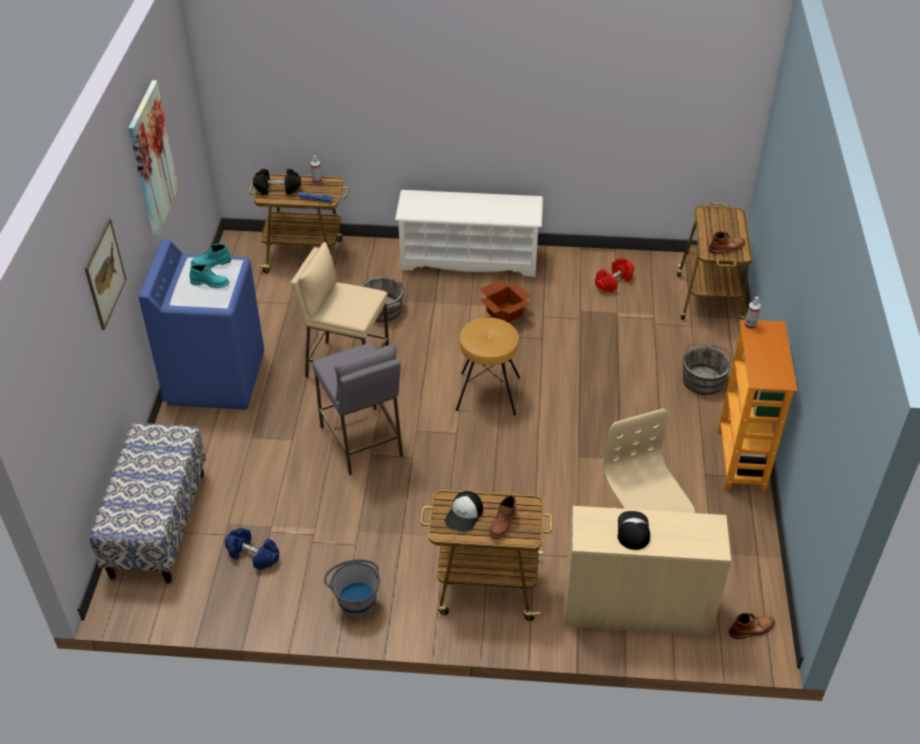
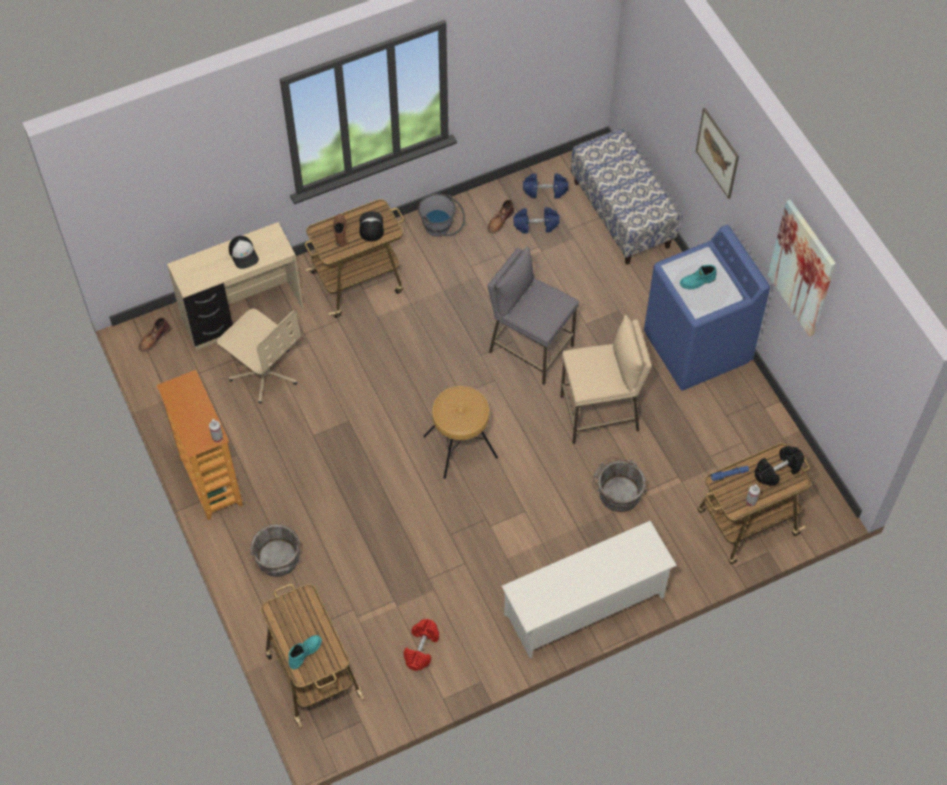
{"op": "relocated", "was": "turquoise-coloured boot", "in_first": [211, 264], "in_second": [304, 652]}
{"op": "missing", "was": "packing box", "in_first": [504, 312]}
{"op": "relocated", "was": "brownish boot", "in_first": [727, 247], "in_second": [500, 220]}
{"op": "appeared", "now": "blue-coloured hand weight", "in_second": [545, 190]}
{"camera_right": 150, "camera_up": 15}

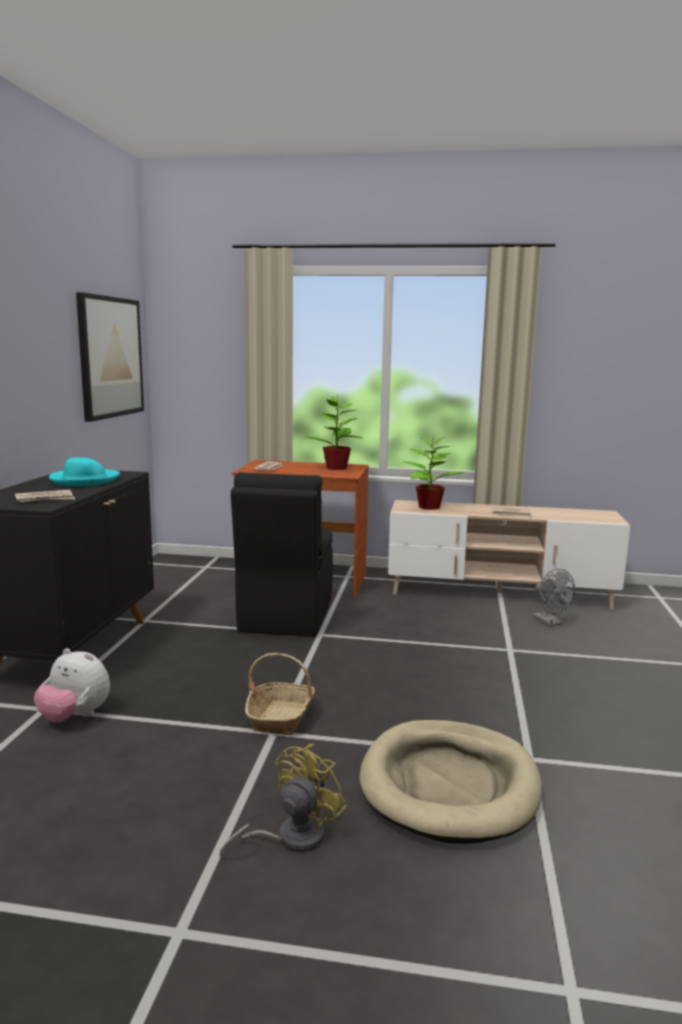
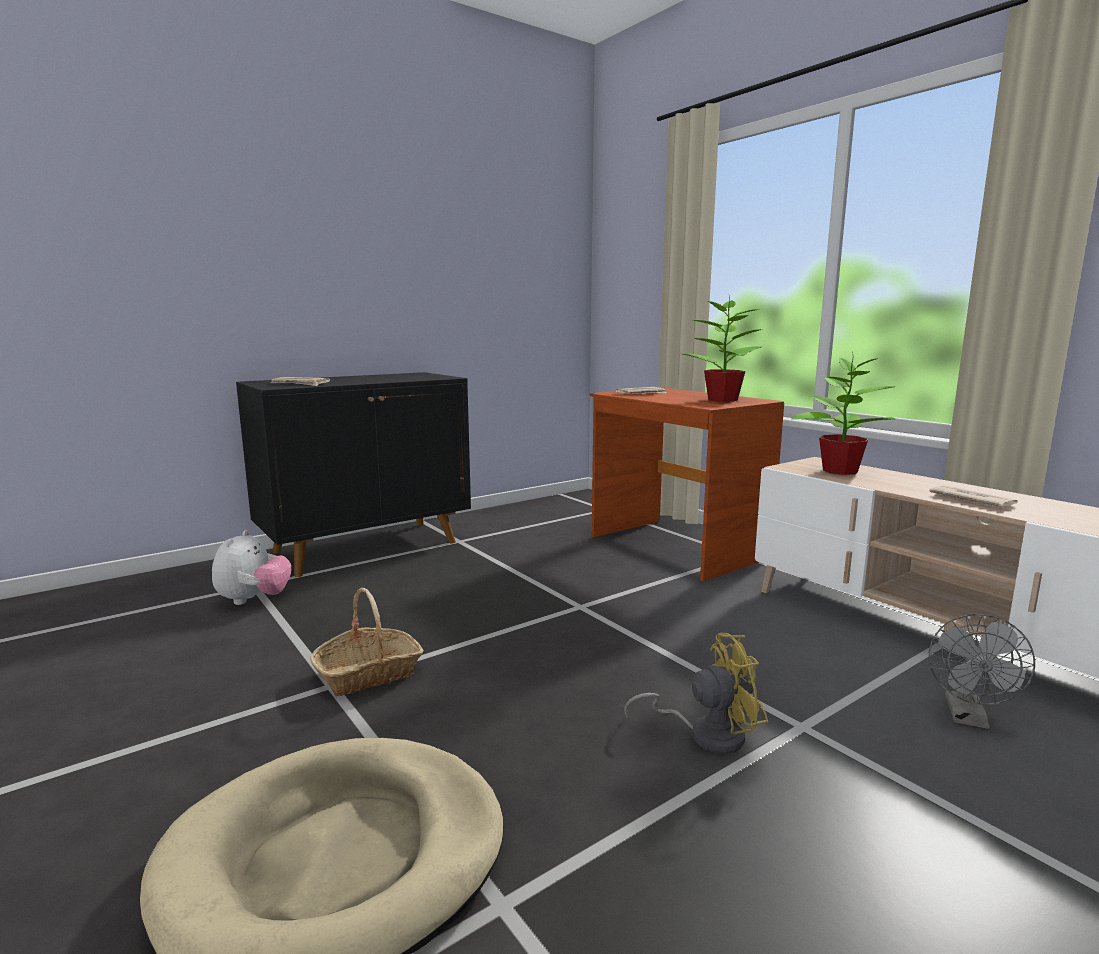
{"op": "spun", "was": "cuddly toy", "in_first": [75, 717], "in_second": [254, 600], "clockwise": -150}
{"op": "missing", "was": "turquoise-coloured clothing hat", "in_first": [84, 480]}
{"op": "missing", "was": "wall art", "in_first": [110, 357]}
{"op": "relocated", "was": "yellow-coloured cooling fan", "in_first": [290, 838], "in_second": [706, 734]}
{"op": "missing", "was": "black chair", "in_first": [285, 617]}
{"camera_right": 45, "camera_up": 0}

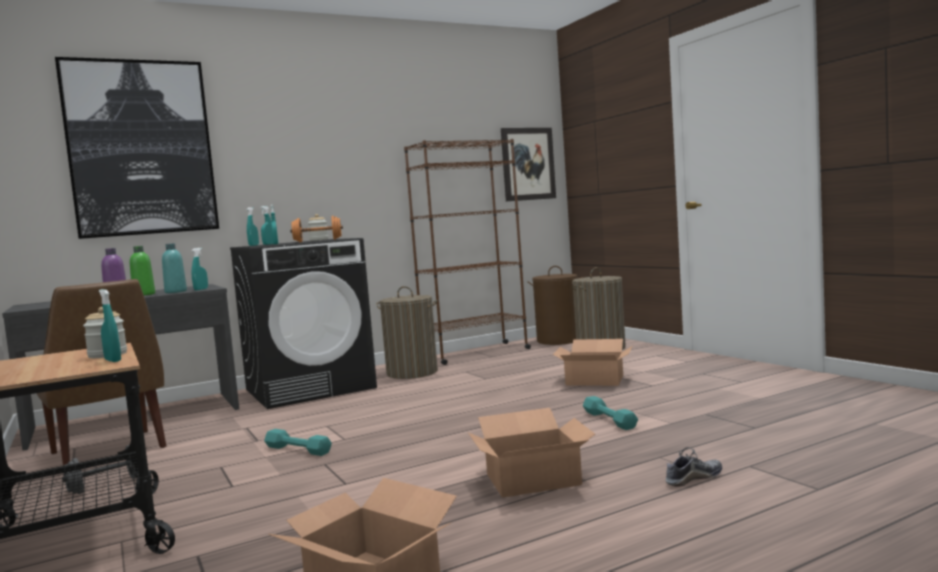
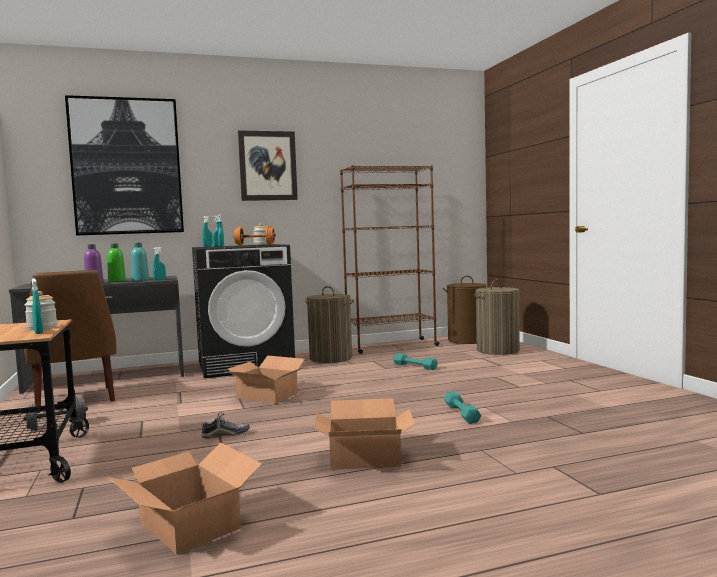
{"op": "relocated", "was": "turquoise-coloured hand weight", "in_first": [298, 450], "in_second": [415, 366]}
{"op": "relocated", "was": "wall art", "in_first": [528, 164], "in_second": [268, 166]}
{"op": "relocated", "was": "packing box", "in_first": [594, 380], "in_second": [267, 395]}
{"op": "relocated", "was": "shoe", "in_first": [693, 478], "in_second": [225, 435]}
{"camera_right": 10, "camera_up": 0}

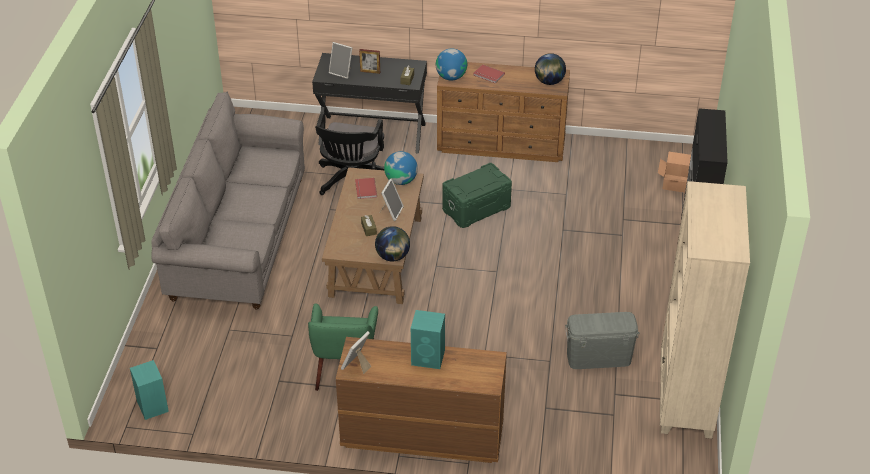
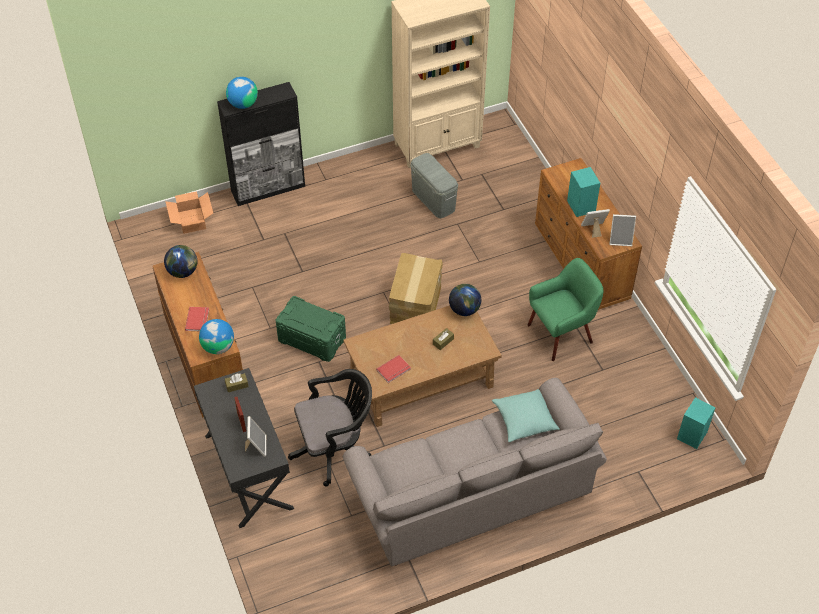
{"op": "relocated", "was": "photo frame", "in_first": [391, 212], "in_second": [593, 229]}
{"op": "relocated", "was": "world globe", "in_first": [401, 180], "in_second": [243, 104]}
{"op": "appeared", "now": "packing box", "in_second": [415, 304]}
{"op": "appeared", "now": "turquoise-coloured pillow", "in_second": [524, 420]}
{"camera_right": -120, "camera_up": 10}

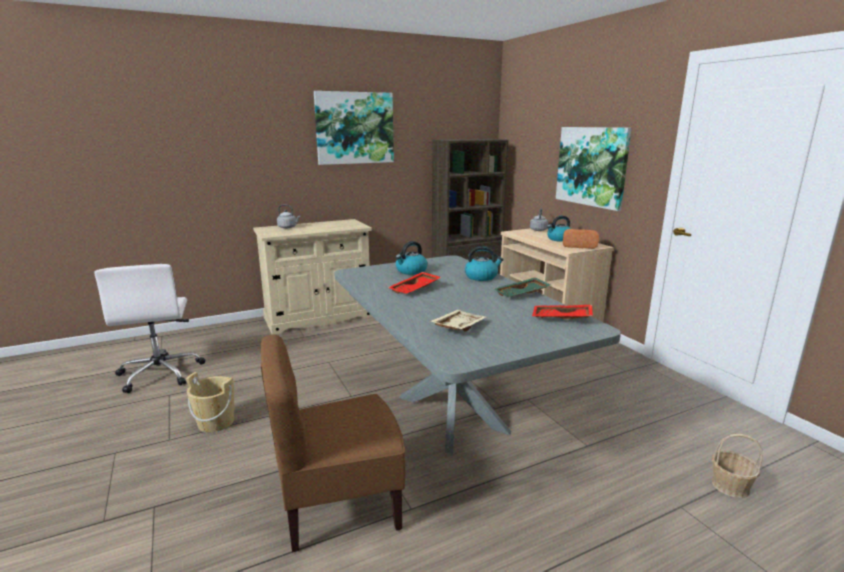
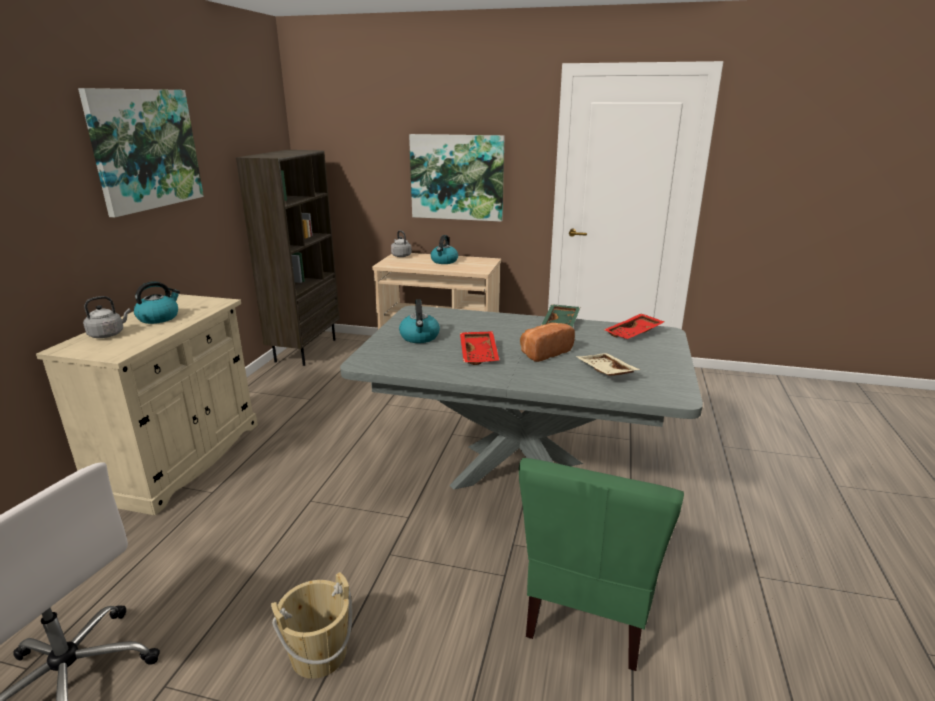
{"op": "colour", "was": "brownish chair", "now": "greenish chair", "in_first": [339, 505], "in_second": [590, 609]}
{"op": "relocated", "was": "tea kettle", "in_first": [481, 277], "in_second": [159, 318]}
{"op": "relocated", "was": "baked bread", "in_first": [579, 246], "in_second": [543, 352]}
{"op": "missing", "was": "storage basket", "in_first": [729, 485]}
{"camera_right": -50, "camera_up": 5}

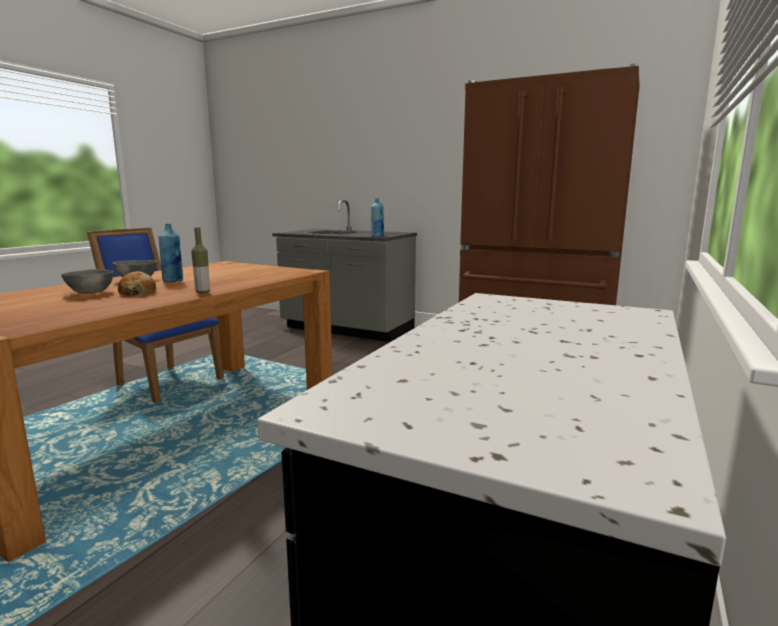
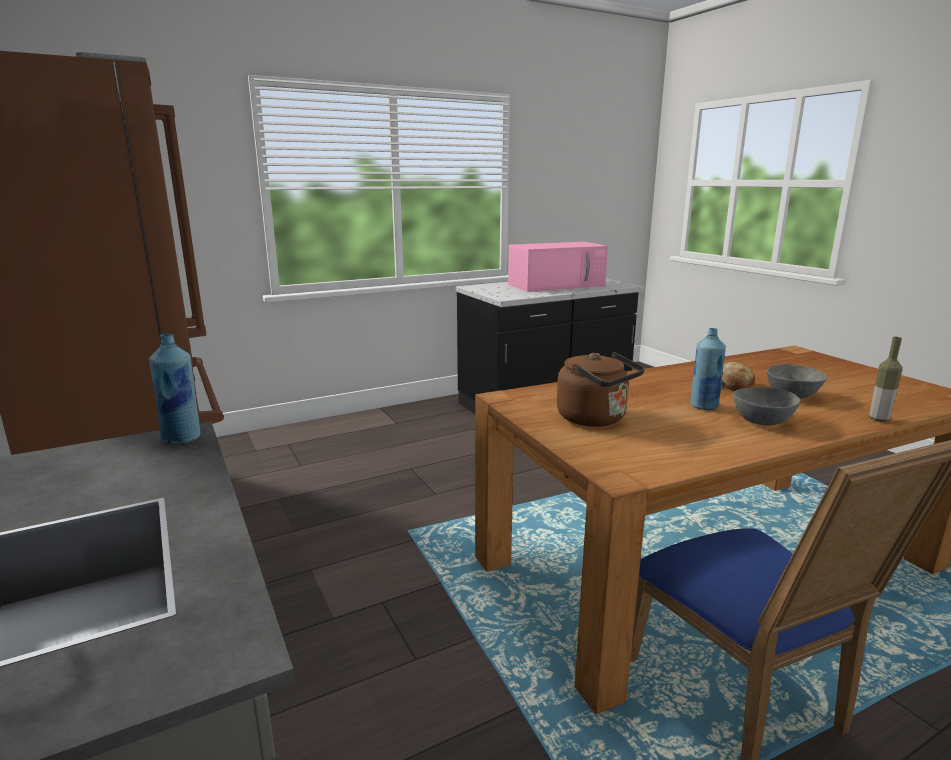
{"op": "relocated", "was": "beverage bottle", "in_first": [203, 292], "in_second": [878, 419]}
{"op": "appeared", "now": "pink microwave oven", "in_second": [557, 285]}
{"op": "appeared", "now": "brownish tea kettle", "in_second": [595, 419]}
{"camera_right": -145, "camera_up": 5}

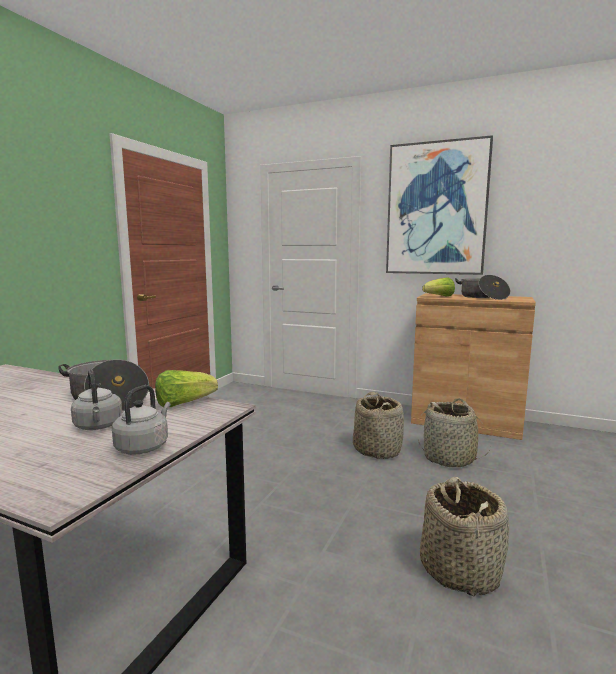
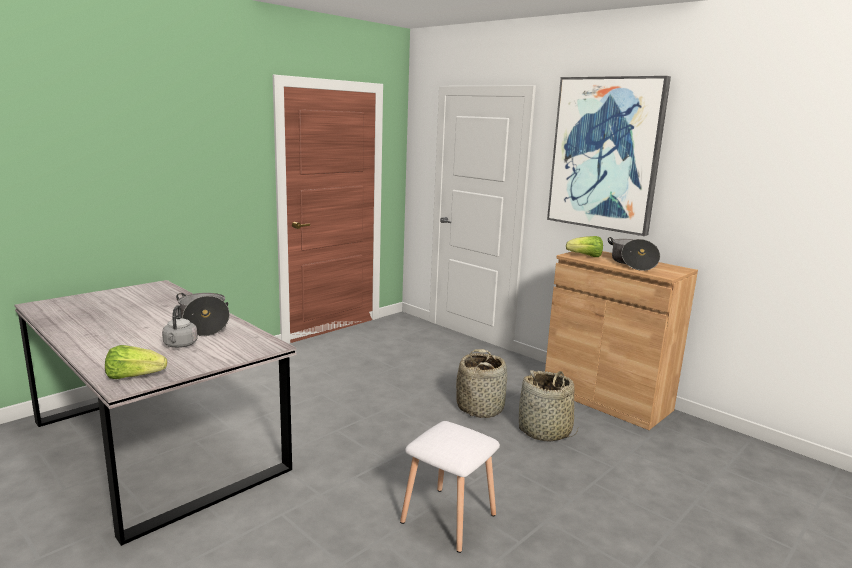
{"op": "missing", "was": "grey tea kettle", "in_first": [144, 446]}
{"op": "relocated", "was": "head of lettuce", "in_first": [183, 403], "in_second": [134, 376]}
{"op": "exchanged", "was": "storage basket", "now": "white-coloured stool", "in_first": [460, 569], "in_second": [450, 518]}
{"camera_right": 20, "camera_up": 5}

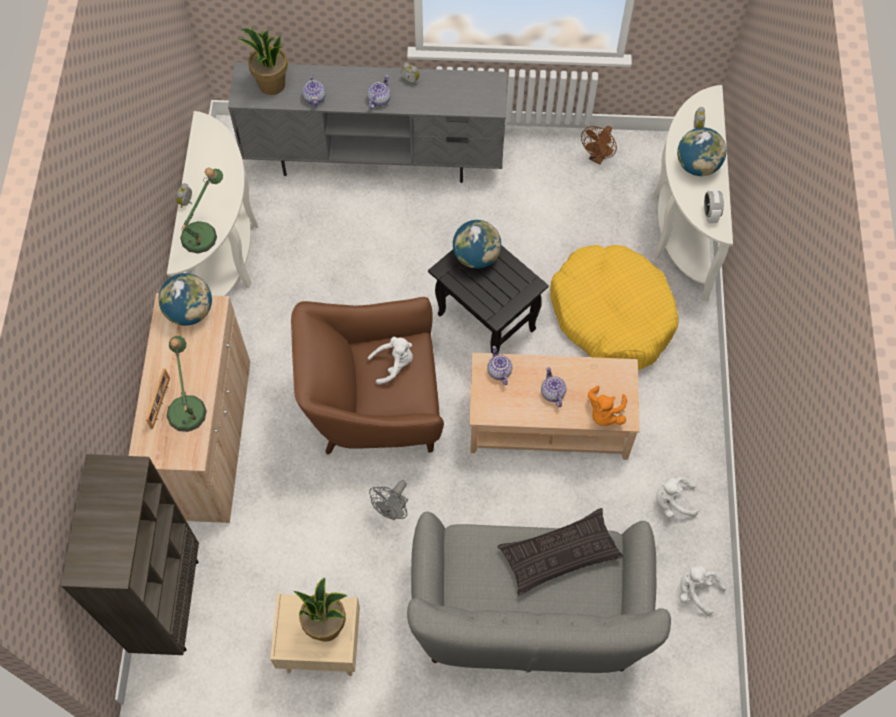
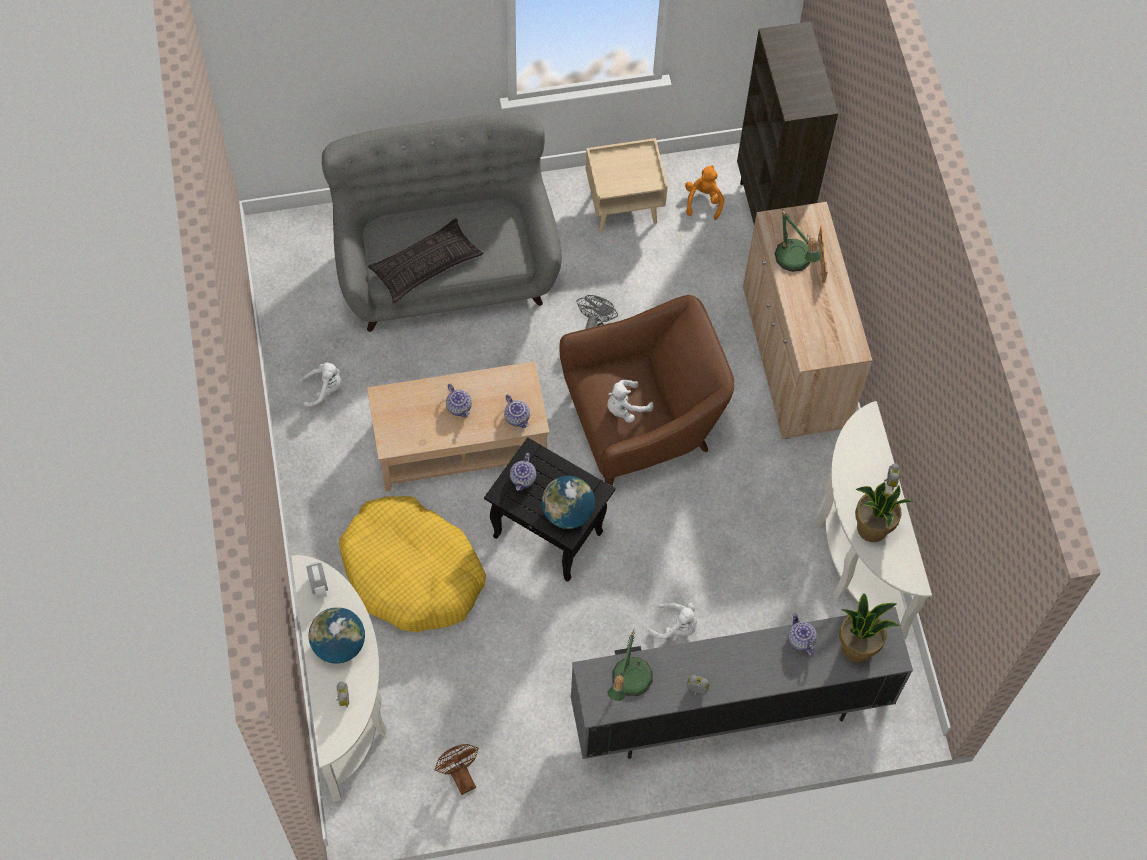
{"op": "missing", "was": "world globe", "in_first": [190, 311]}
{"op": "relocated", "was": "lamp for a table", "in_first": [203, 233], "in_second": [628, 683]}
{"op": "relocated", "was": "houseplant", "in_first": [326, 625], "in_second": [872, 529]}
{"op": "relocated", "was": "pot for tea", "in_first": [379, 99], "in_second": [523, 479]}
{"op": "spun", "was": "brownish cooling fan", "in_first": [597, 157], "in_second": [460, 775], "clockwise": -45}
{"op": "relocated", "was": "orange cuddly toy", "in_first": [604, 414], "in_second": [703, 200]}
{"op": "relocated", "was": "white-coloured cuddly toy", "in_first": [696, 591], "in_second": [676, 627]}
{"camera_right": 165, "camera_up": 0}

